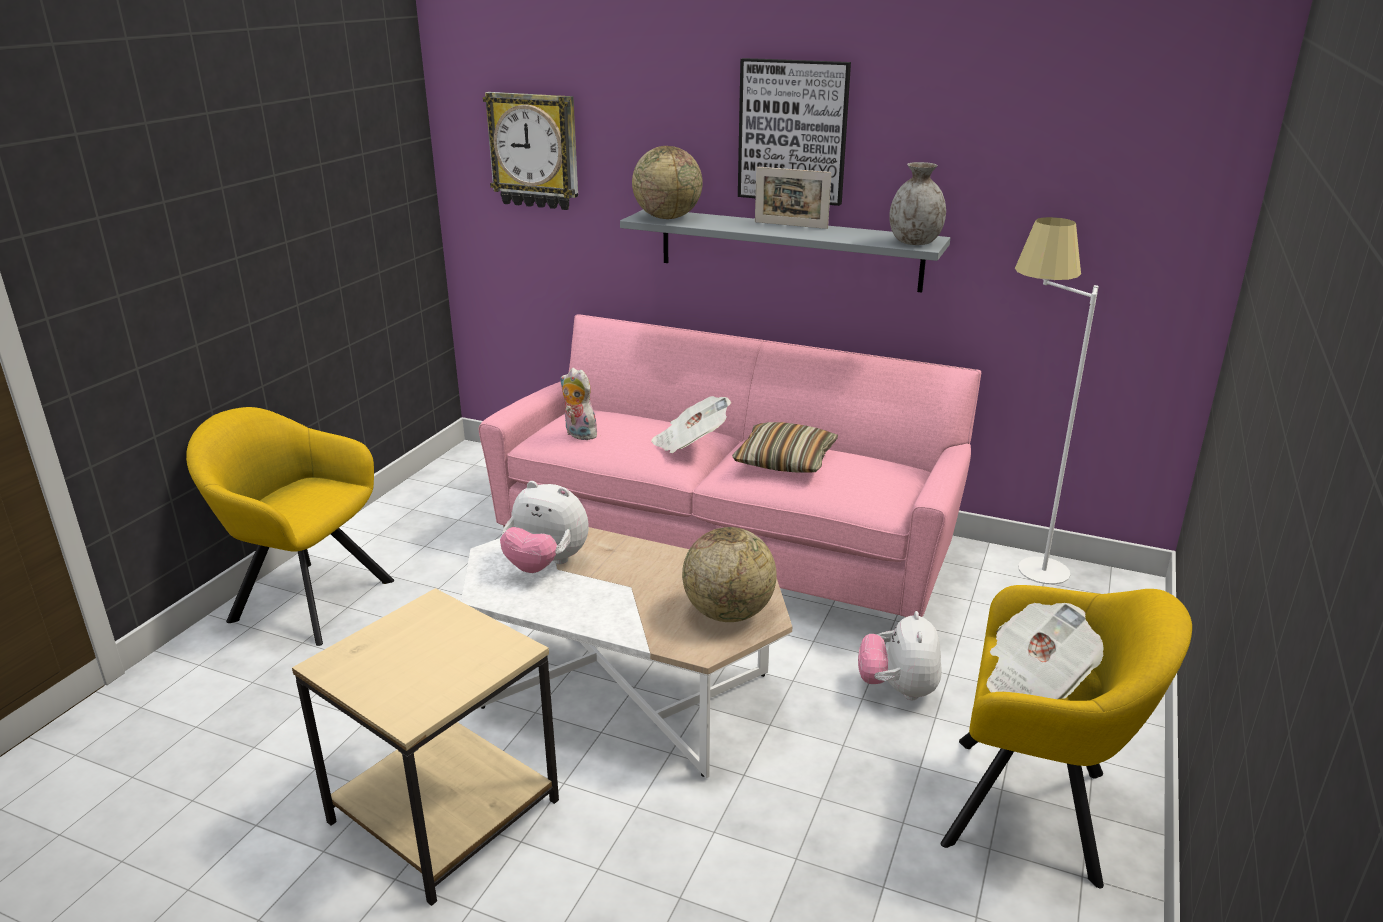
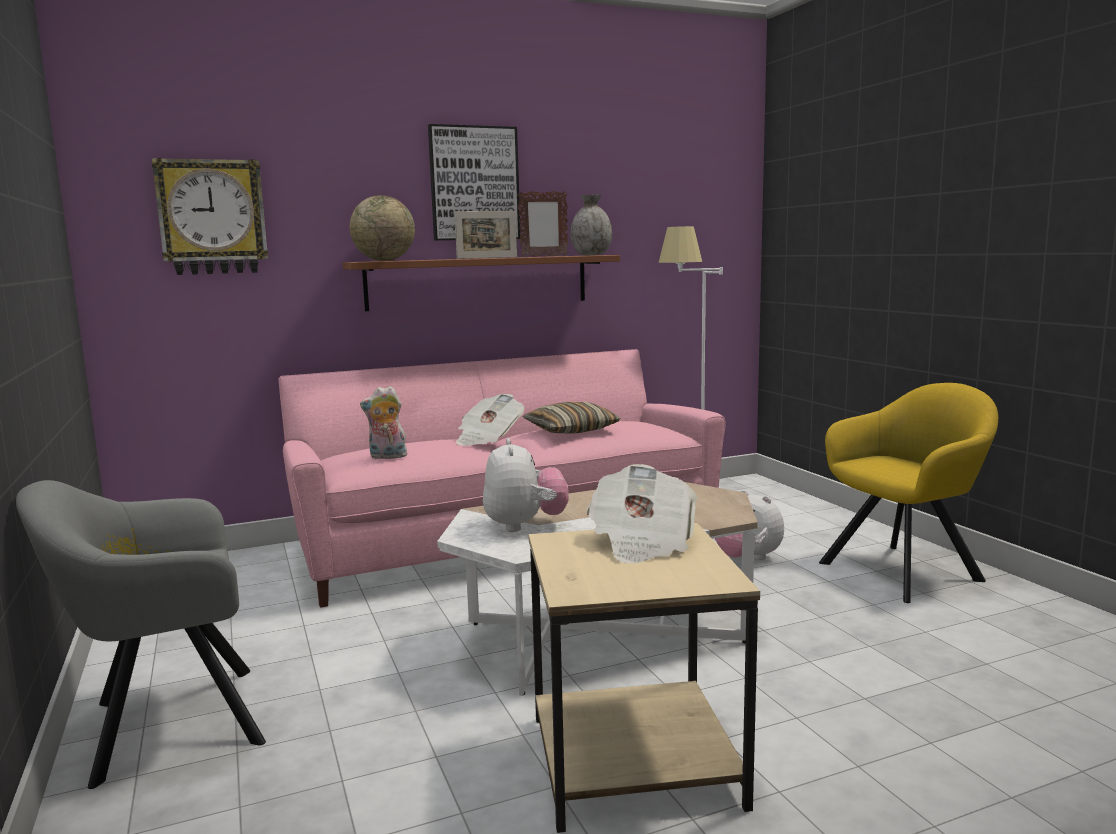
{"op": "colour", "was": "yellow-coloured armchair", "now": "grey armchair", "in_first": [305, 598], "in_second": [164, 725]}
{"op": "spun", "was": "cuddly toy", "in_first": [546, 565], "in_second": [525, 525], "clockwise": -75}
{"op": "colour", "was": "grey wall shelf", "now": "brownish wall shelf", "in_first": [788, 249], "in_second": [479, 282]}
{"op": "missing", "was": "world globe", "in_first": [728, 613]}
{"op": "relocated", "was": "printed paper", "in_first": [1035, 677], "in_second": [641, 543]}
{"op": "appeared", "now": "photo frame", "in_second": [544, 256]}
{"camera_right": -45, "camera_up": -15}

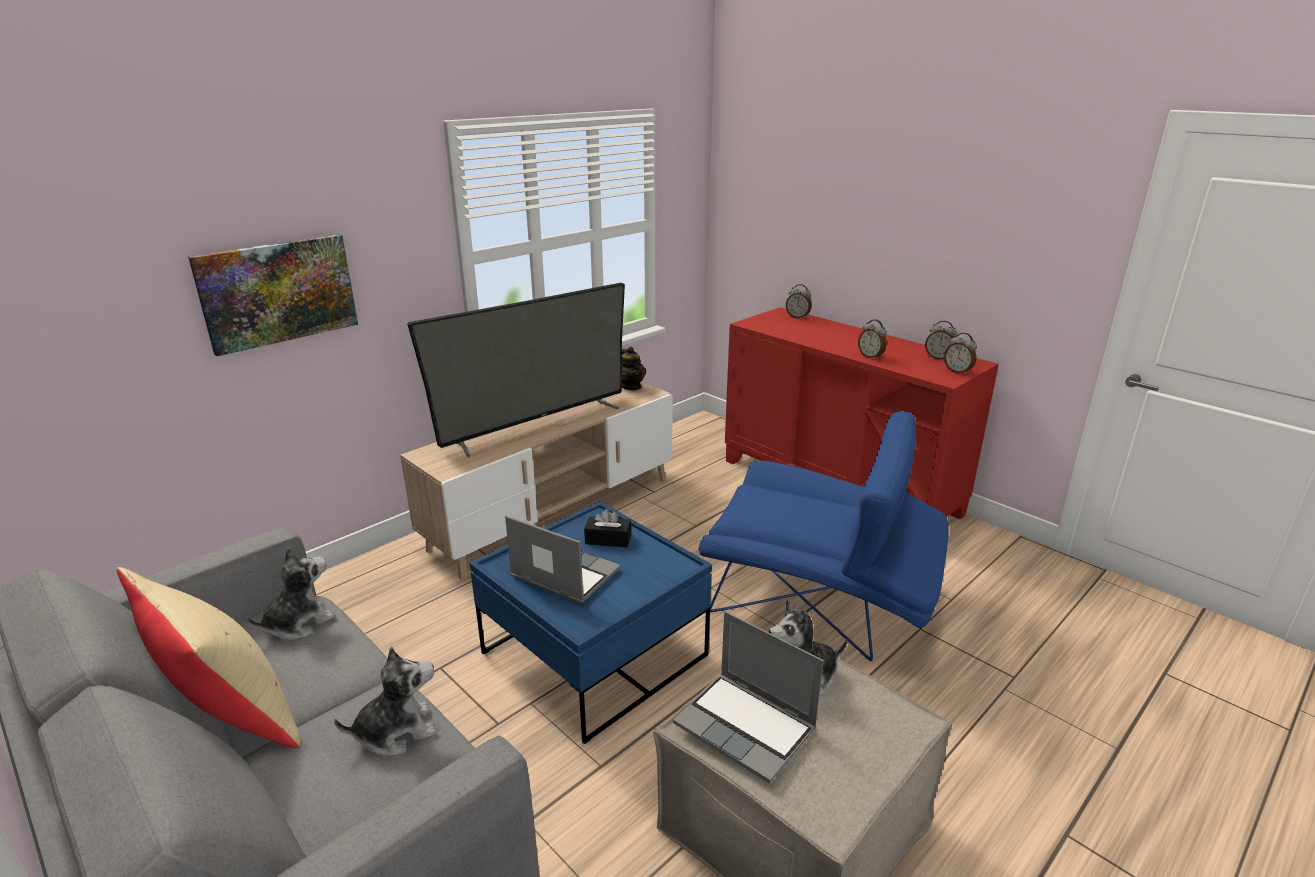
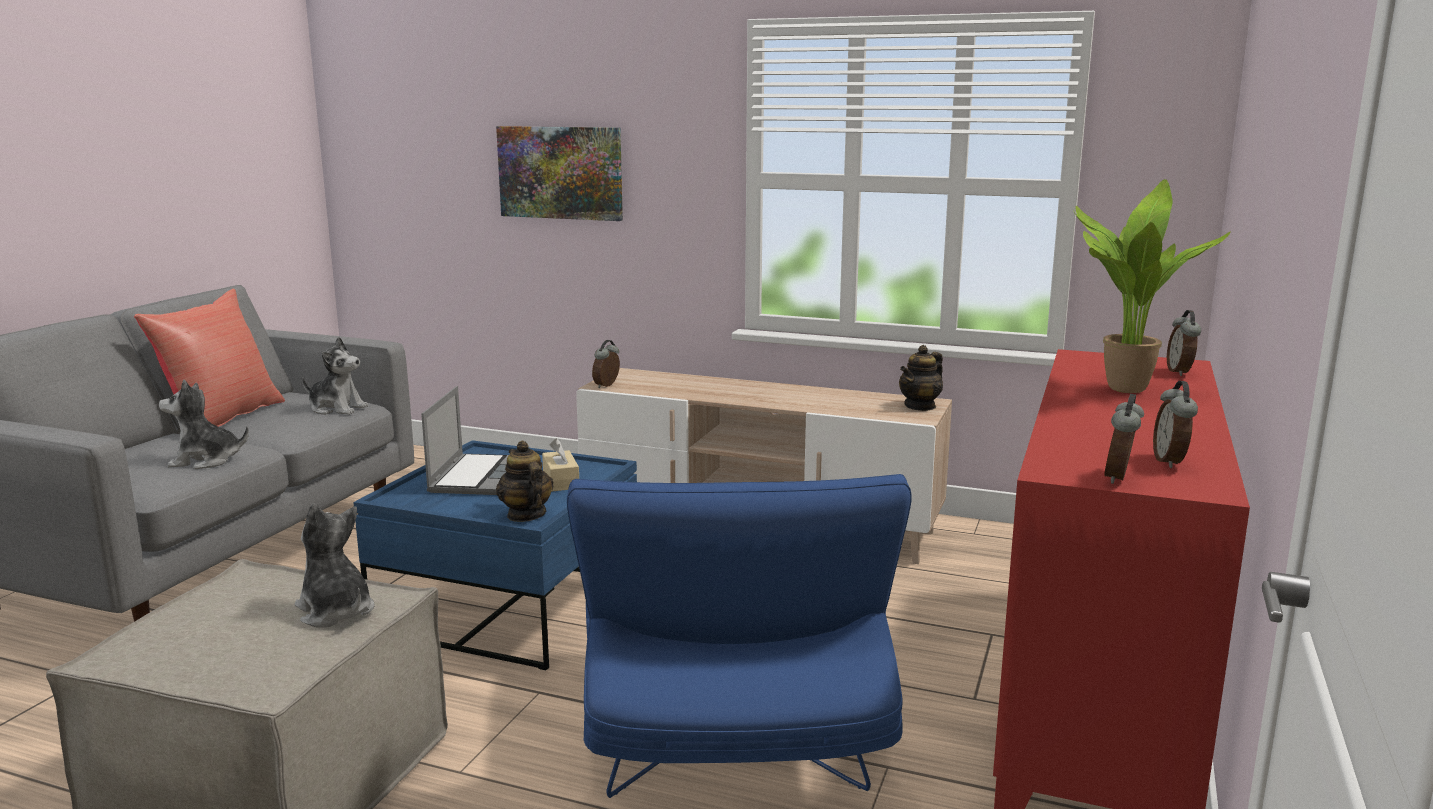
{"op": "colour", "was": "beige-coloured pillow", "now": "red pillow", "in_first": [229, 715], "in_second": [221, 419]}
{"op": "spun", "was": "cuddly toy", "in_first": [396, 731], "in_second": [206, 461], "clockwise": 135}
{"op": "missing", "was": "television", "in_first": [536, 424]}
{"op": "colour", "was": "black box of tissues", "now": "beige-coloured box of tissues", "in_first": [608, 539], "in_second": [561, 481]}
{"op": "missing", "was": "notebook computer", "in_first": [747, 727]}
{"op": "relocated", "was": "table clock", "in_first": [870, 356], "in_second": [607, 386]}
{"op": "appeared", "now": "pot for tea", "in_second": [526, 515]}
{"op": "appeared", "now": "houseplant", "in_second": [1120, 388]}
{"camera_right": 65, "camera_up": -10}

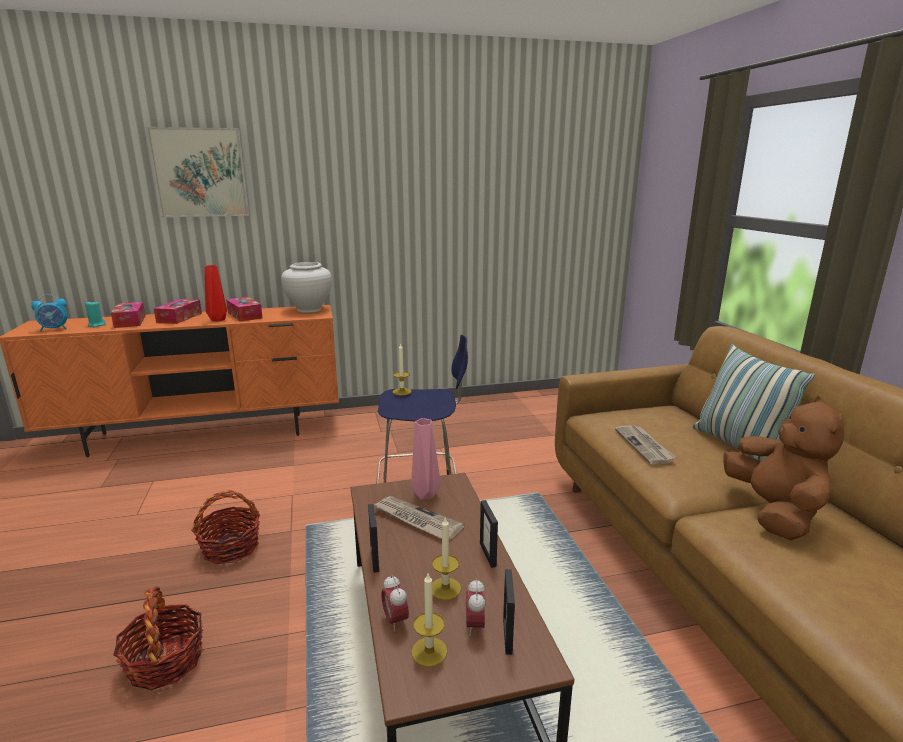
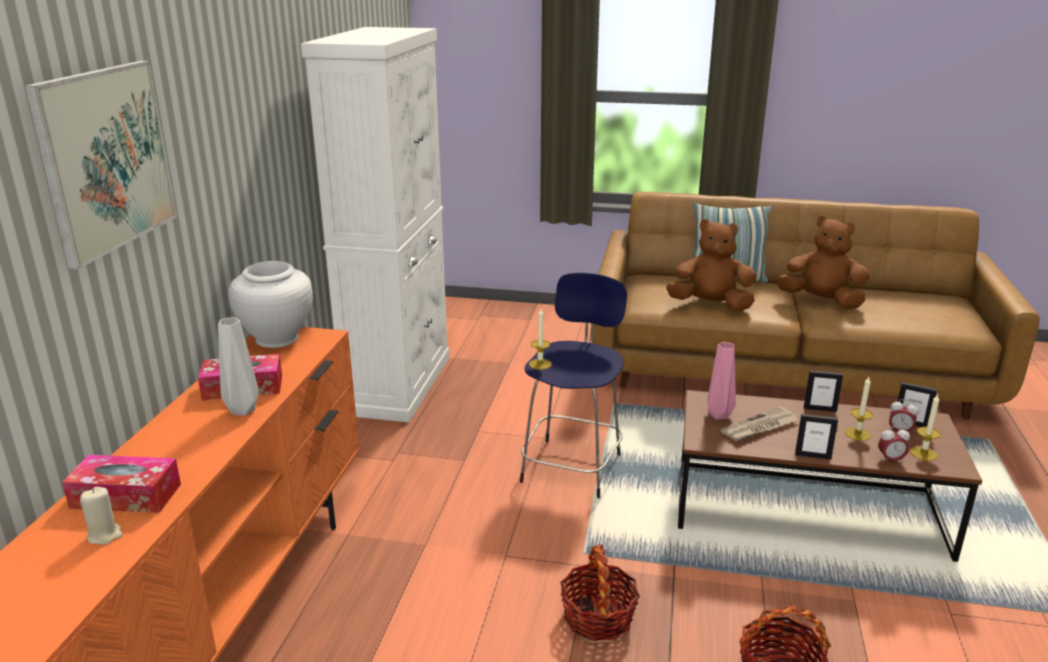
{"op": "missing", "was": "table clock", "in_first": [54, 329]}
{"op": "colour", "was": "turquoise-coloured wax candle", "now": "beige-coloured wax candle", "in_first": [96, 325], "in_second": [105, 535]}
{"op": "missing", "was": "box of tissues", "in_first": [179, 318]}
{"op": "colour", "was": "red flower vase", "now": "grey flower vase", "in_first": [219, 319], "in_second": [242, 409]}
{"op": "exchanged", "was": "printed paper", "now": "brownish cuddly toy", "in_first": [644, 446], "in_second": [710, 305]}
{"op": "appeared", "now": "white-coloured cupboard", "in_second": [398, 384]}
{"camera_right": -65, "camera_up": 5}

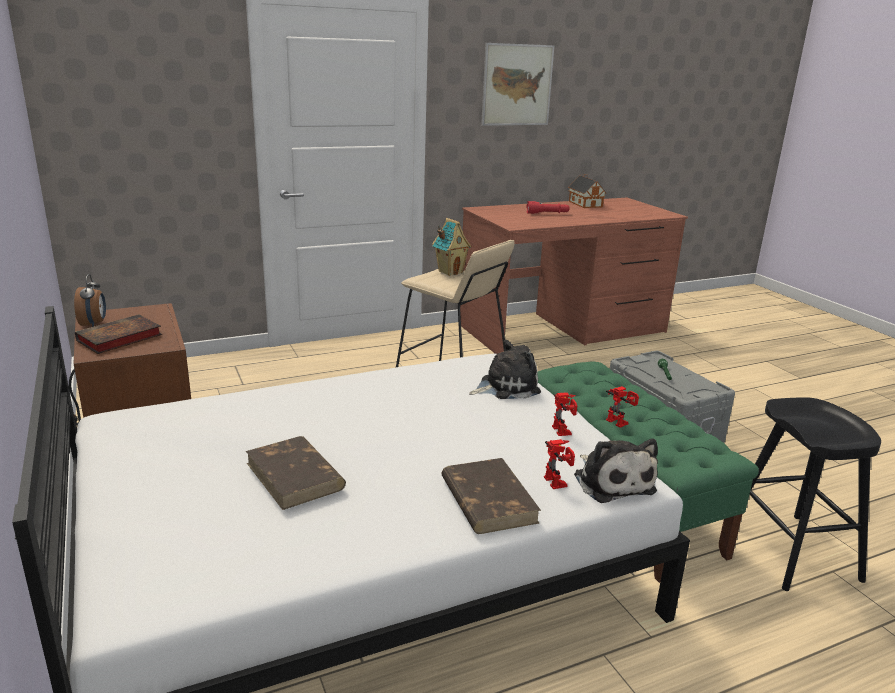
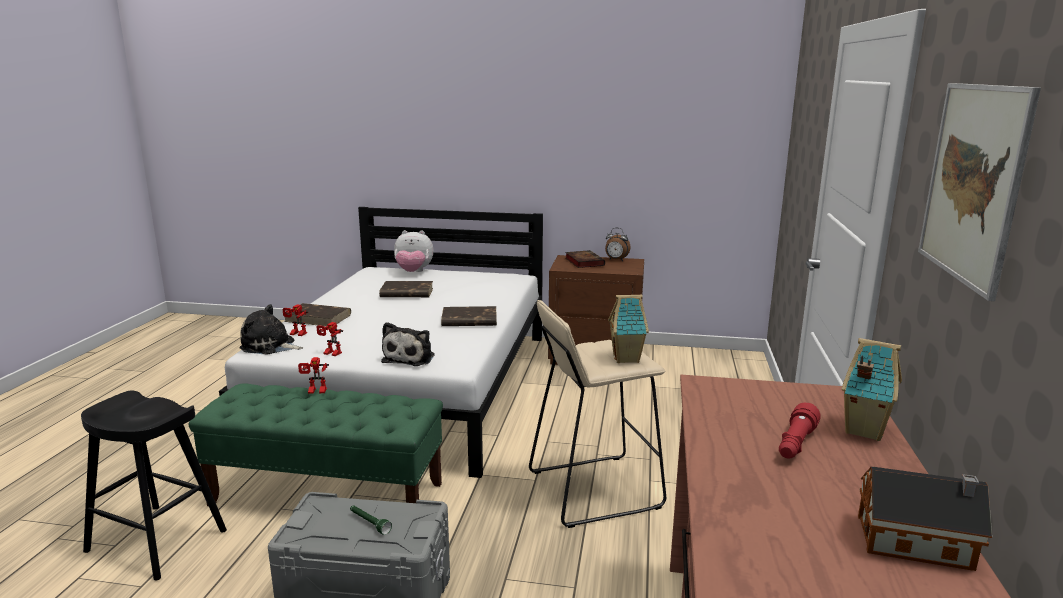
{"op": "appeared", "now": "cuddly toy", "in_second": [413, 272]}
{"op": "appeared", "now": "brownish bound book", "in_second": [468, 320]}
{"op": "appeared", "now": "miniature house", "in_second": [862, 430]}
{"camera_right": 125, "camera_up": -5}

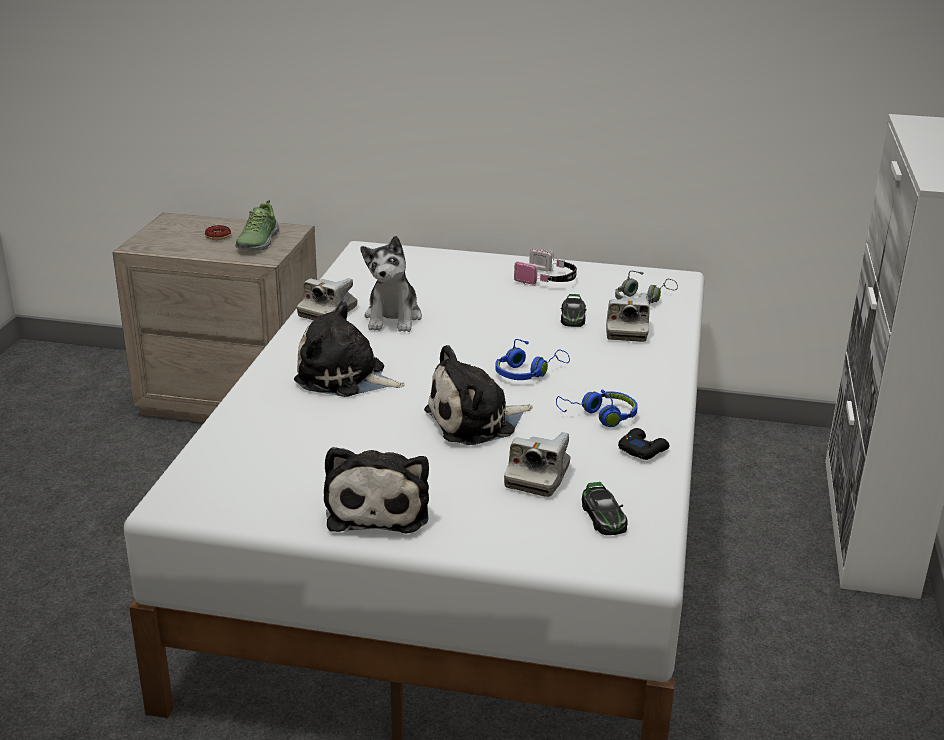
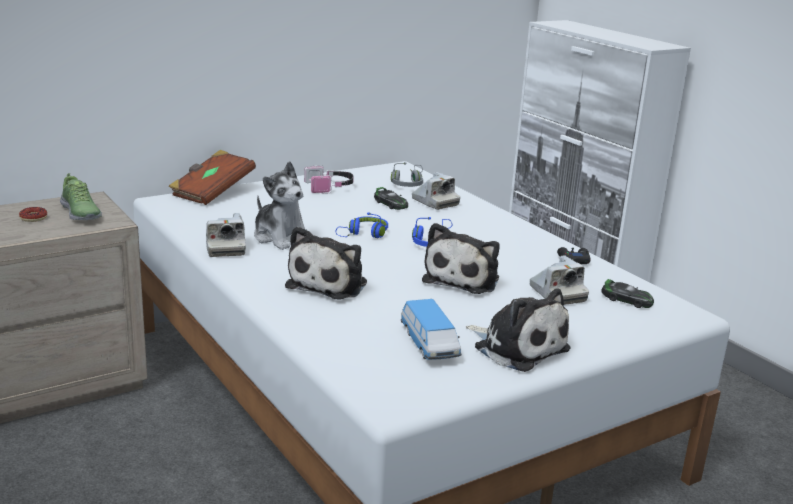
{"op": "spun", "was": "cuddly toy", "in_first": [345, 378], "in_second": [330, 283], "clockwise": -45}
{"op": "relocated", "was": "blue-coloured pair of headphones", "in_first": [599, 416], "in_second": [364, 234]}
{"op": "appeared", "now": "brownish bound book", "in_second": [212, 192]}
{"op": "appeared", "now": "toy car", "in_second": [429, 345]}
{"camera_right": -45, "camera_up": -5}

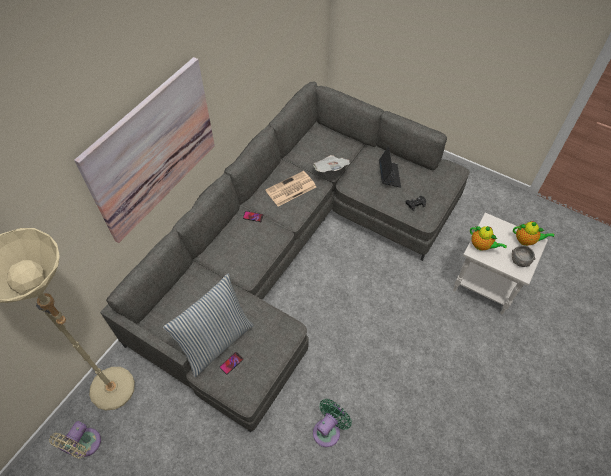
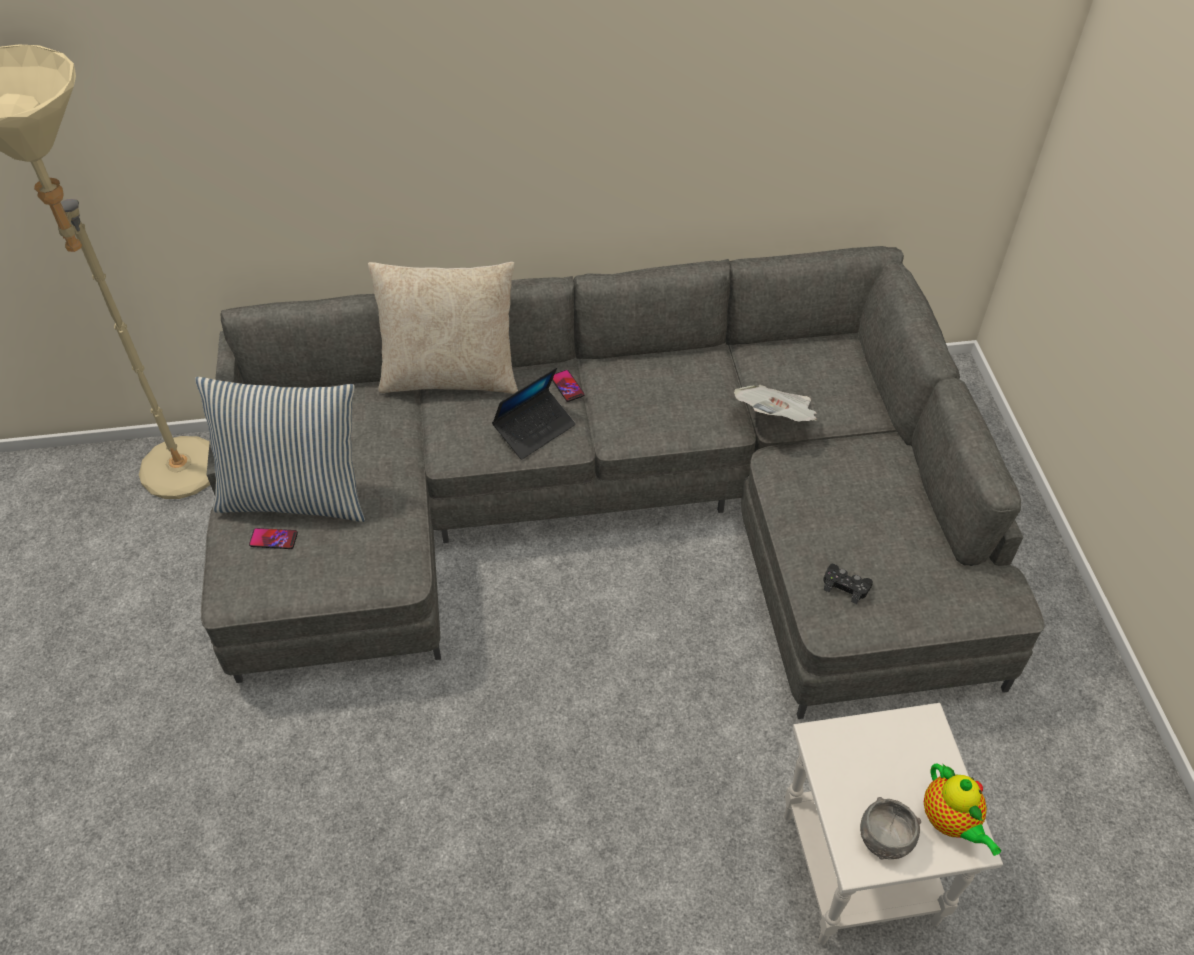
{"op": "missing", "was": "beige-coloured cooling fan", "in_first": [84, 445]}
{"op": "missing", "was": "wall art", "in_first": [153, 150]}
{"op": "missing", "was": "printed paper", "in_first": [290, 189]}
{"op": "missing", "was": "greenish cooling fan", "in_first": [328, 430]}
{"op": "relocated", "was": "notebook computer", "in_first": [389, 175], "in_second": [534, 429]}
{"op": "missing", "was": "pot for tea", "in_first": [482, 246]}
{"op": "appeared", "now": "beige-coloured pillow", "in_second": [451, 376]}
{"camera_right": 50, "camera_up": -5}

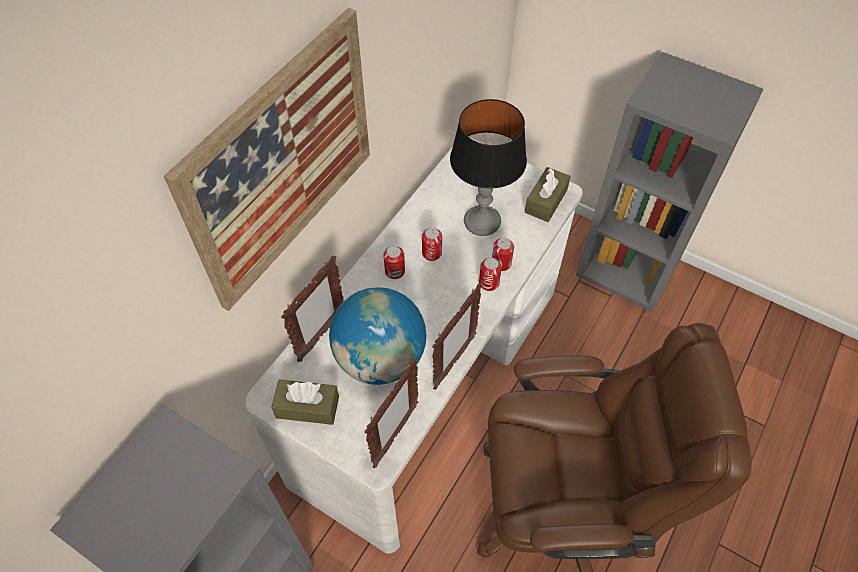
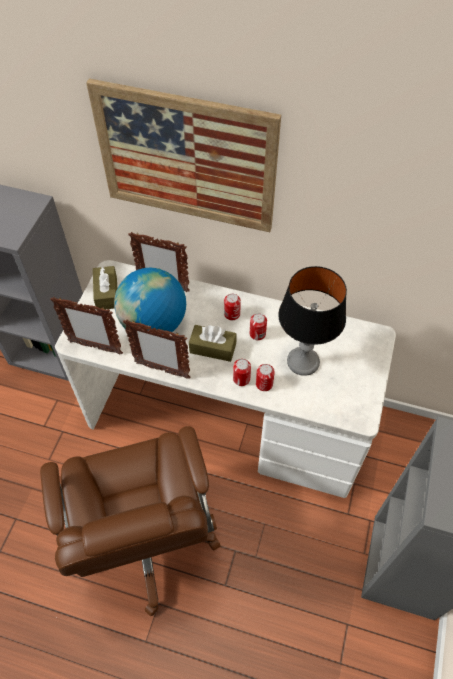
{"op": "relocated", "was": "brownish box of tissues", "in_first": [546, 201], "in_second": [213, 348]}
{"camera_right": 75, "camera_up": 0}

